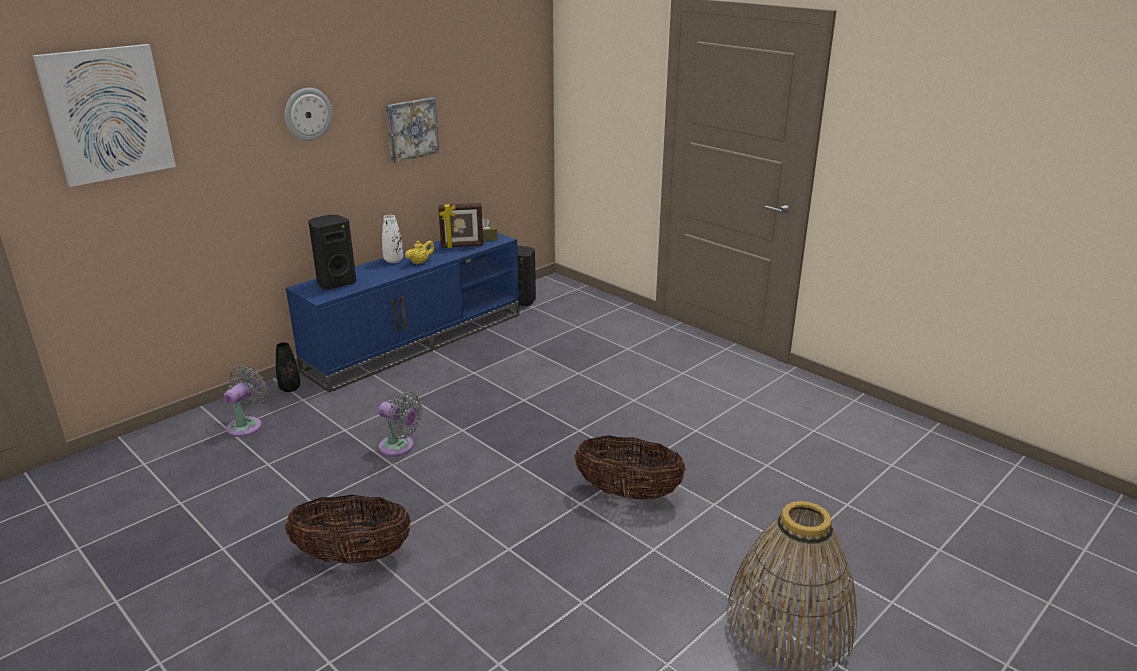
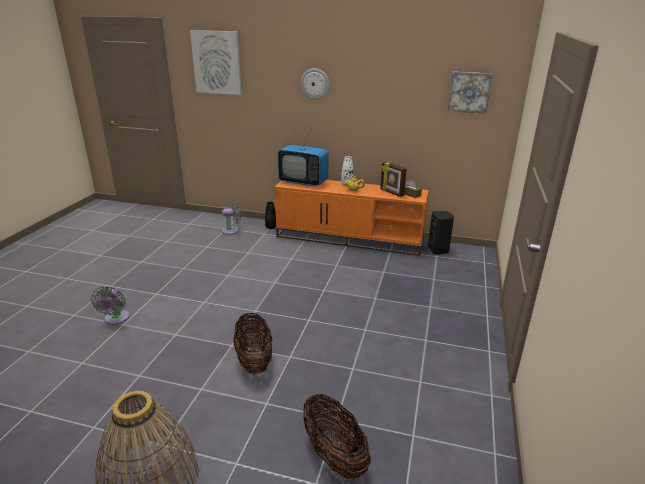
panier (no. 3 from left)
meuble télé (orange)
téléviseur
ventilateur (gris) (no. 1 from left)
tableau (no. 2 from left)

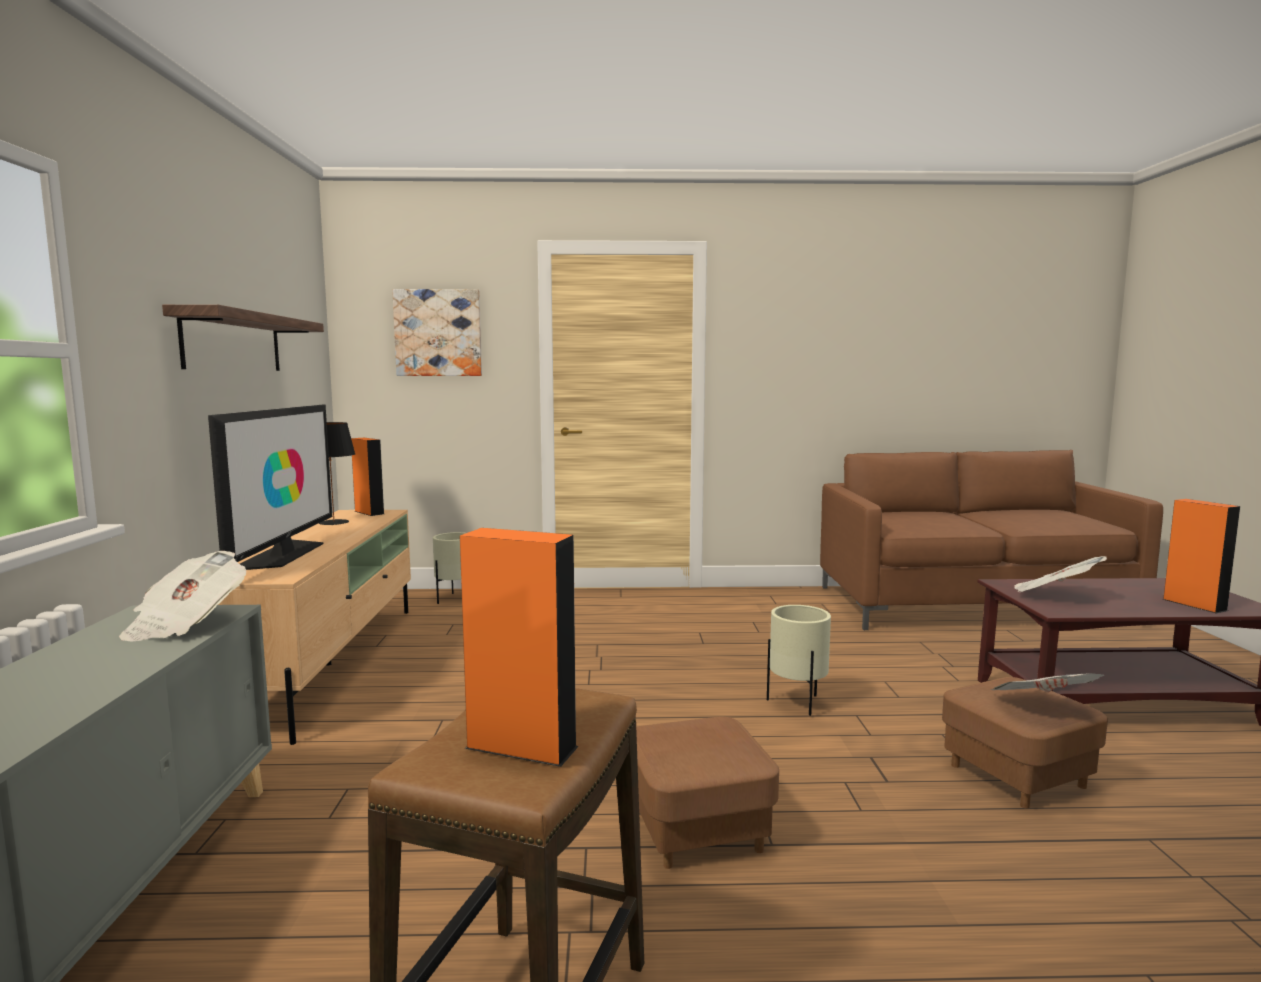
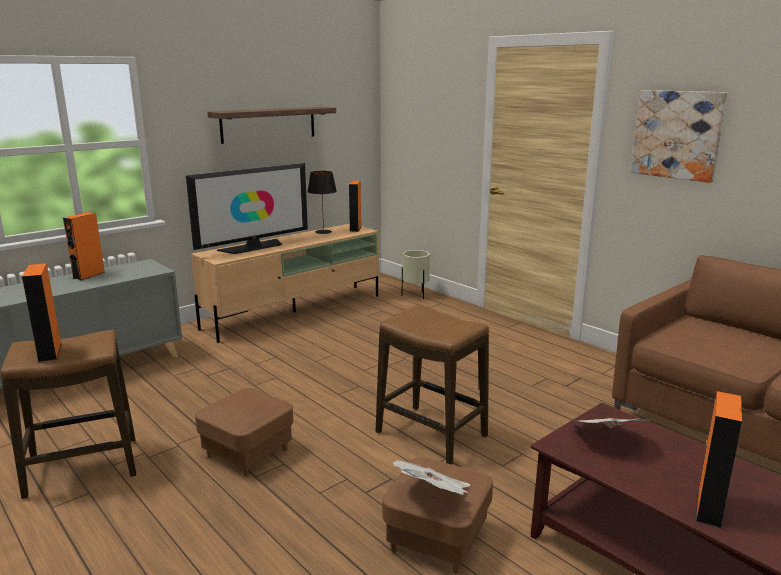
journal (no. 1 from left in the first image)
tableau
tabouret (no. 2 from left)
enceinte (orange) (no. 2 from left)

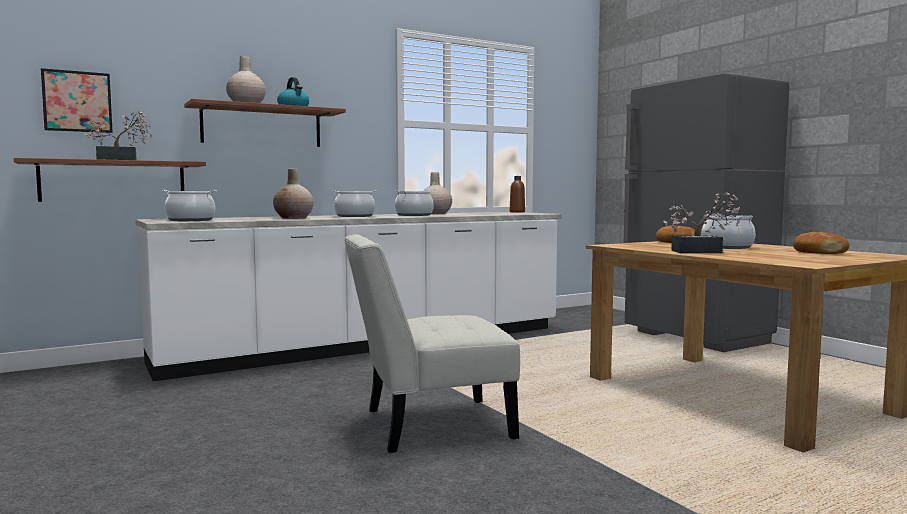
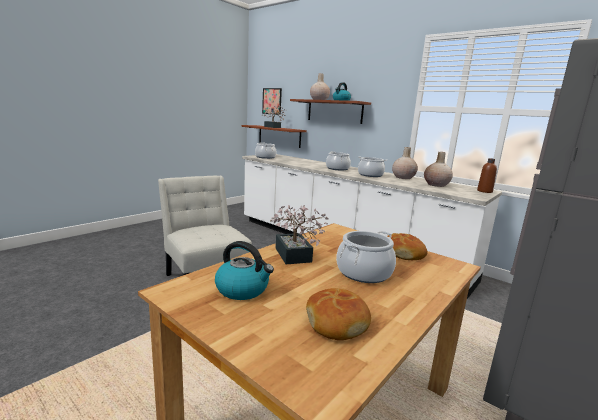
vase (beige) (no. 3 from left)
bouilloire (no. 1 from left)

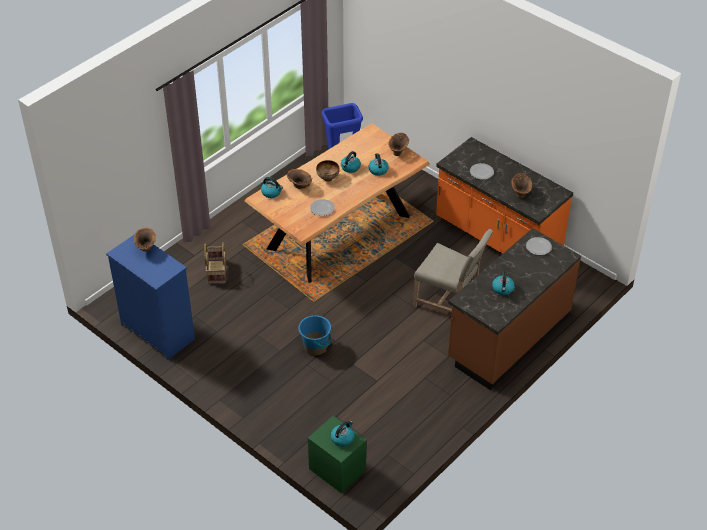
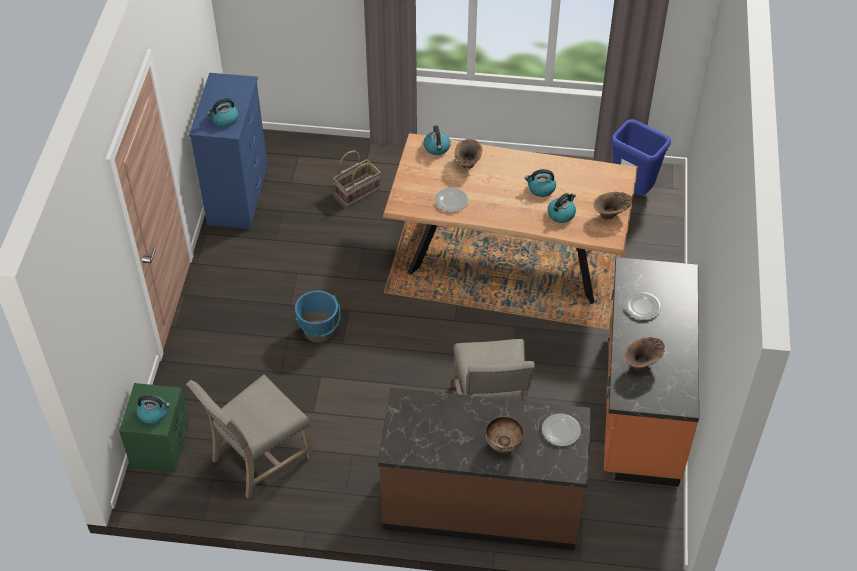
vase (marron) (no. 1 from left in the first image)
bol
bouilloire (no. 2 from left)
chaise (beige) (no. 1 from left)

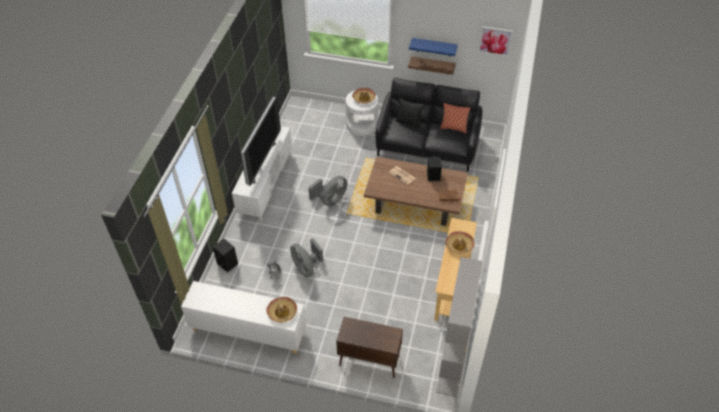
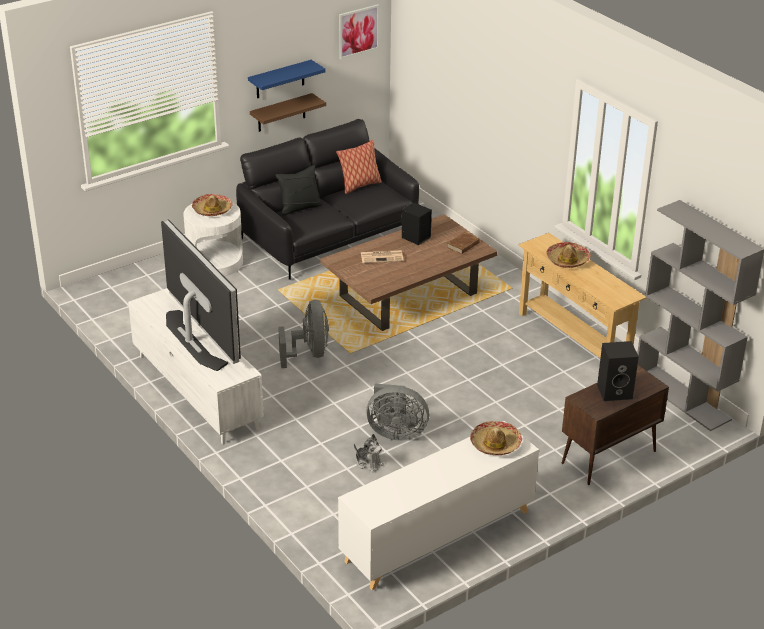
enceinte (noir) (no. 2 from left)

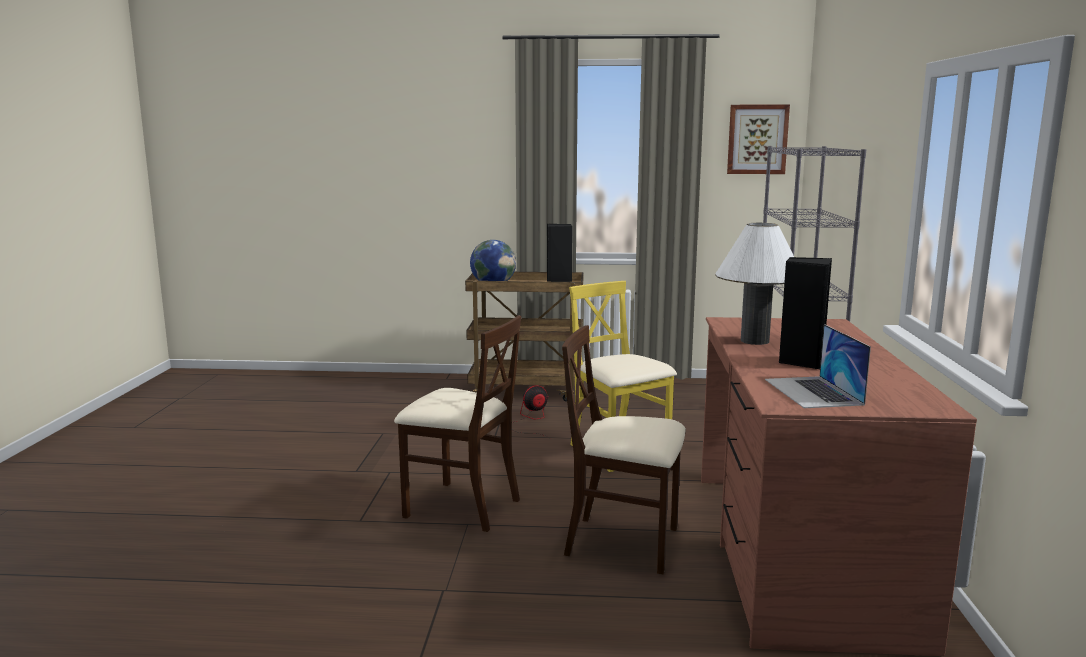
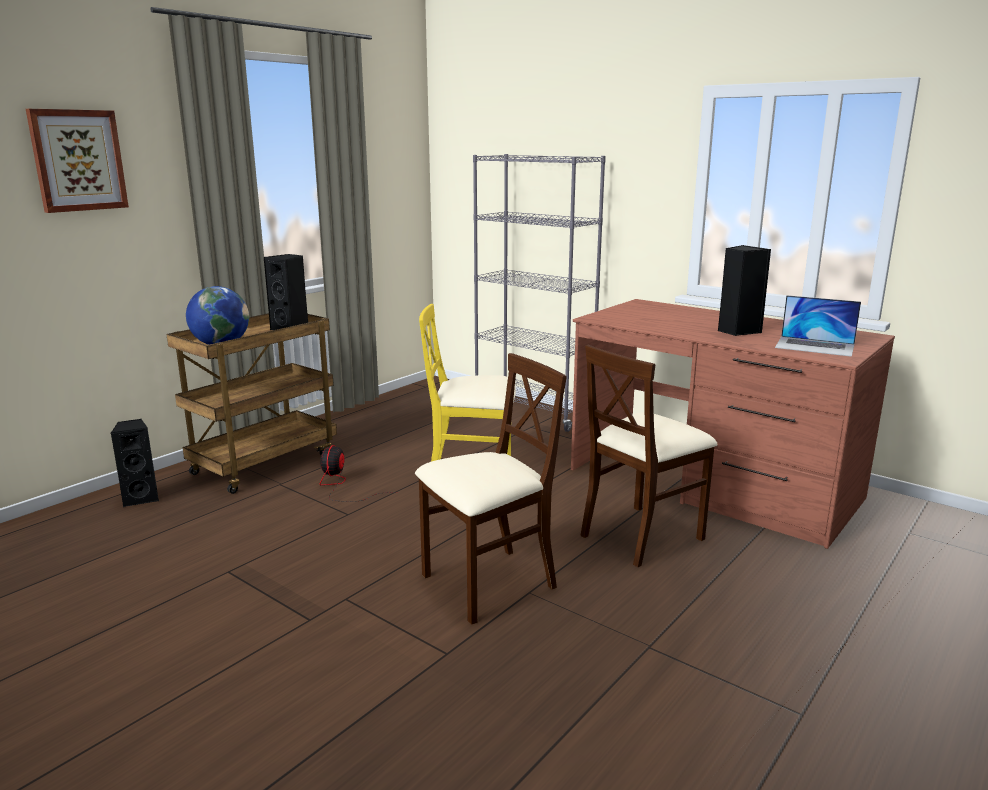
lampe de table (blanc)
tableau
enceinte (noir) (no. 1 from left)

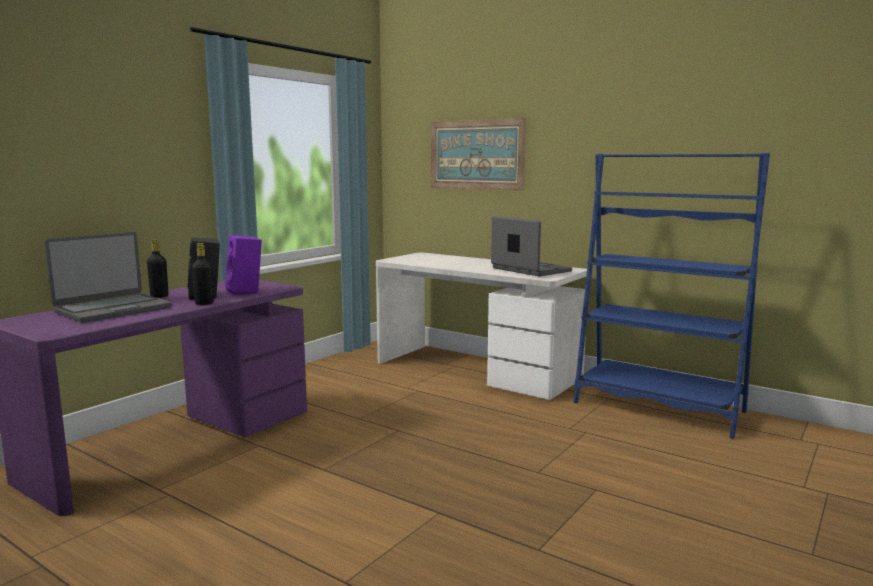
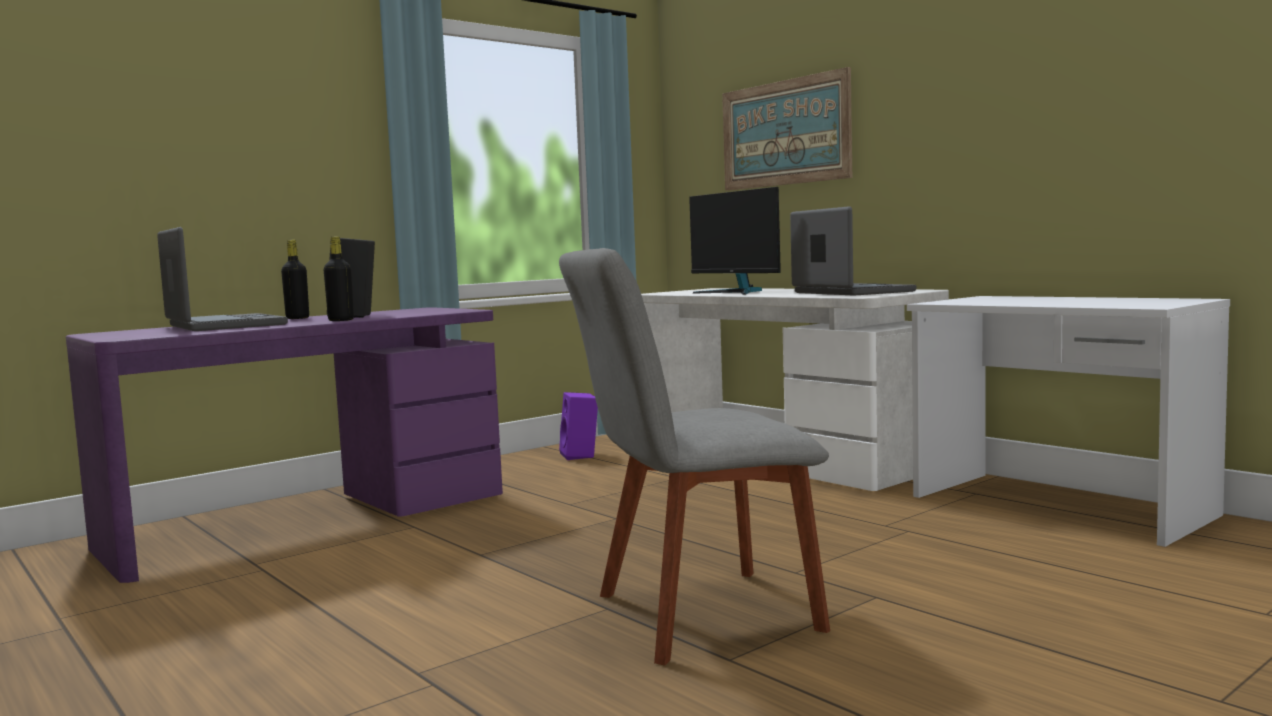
ordinateur portable (no. 1 from left)
enceinte (violet)
bureau (blanc) (no. 2 from left)
chaise (gris)
écran d'ordinateur

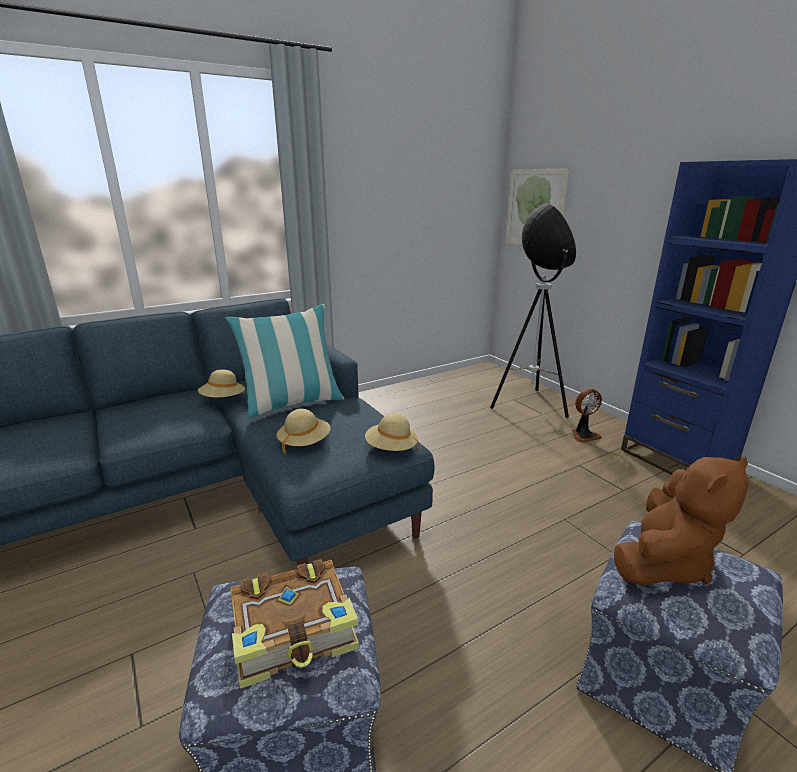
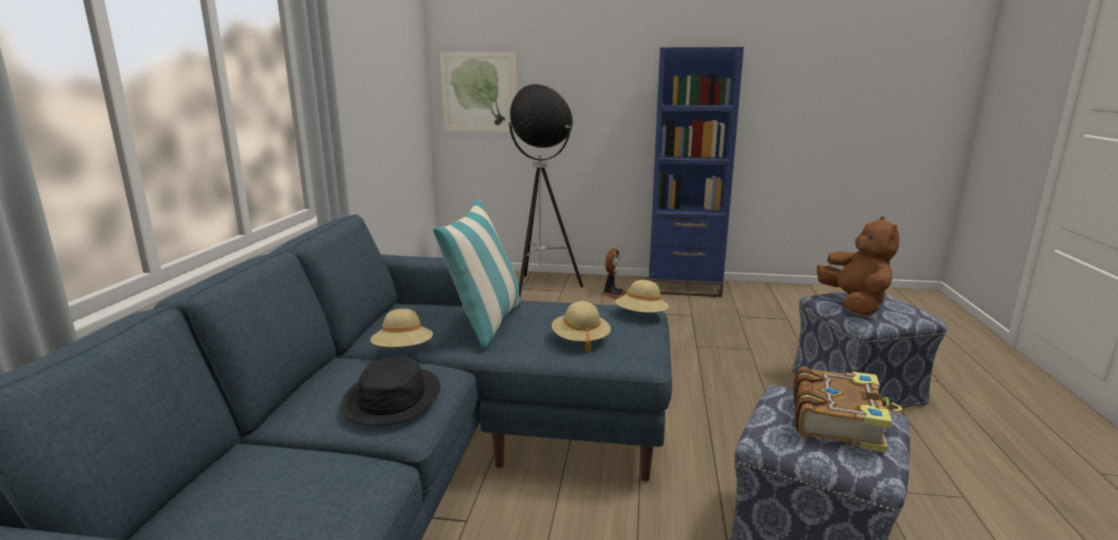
chapeau (noir)

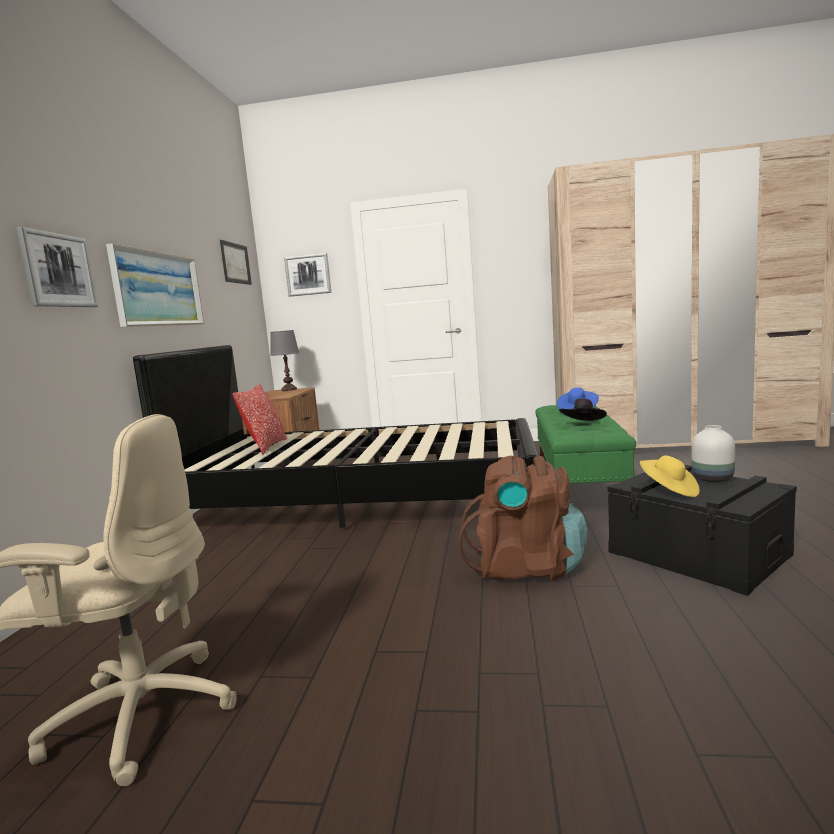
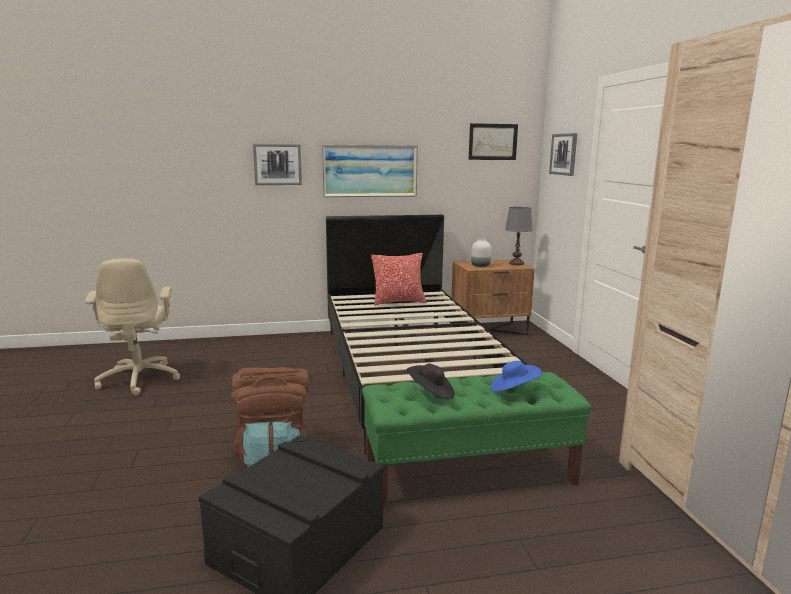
chapeau (jaune)
vase (blanc)

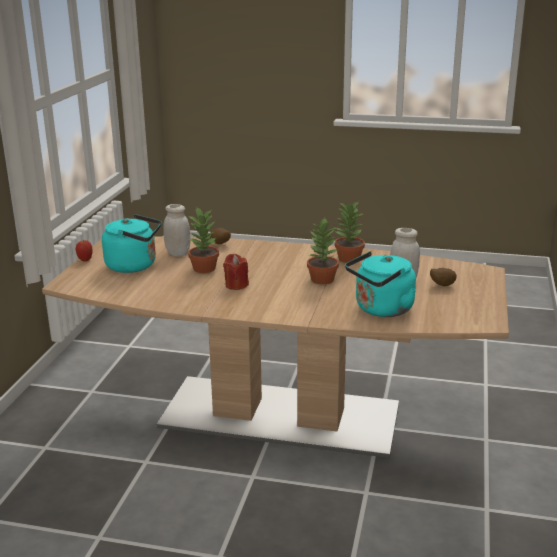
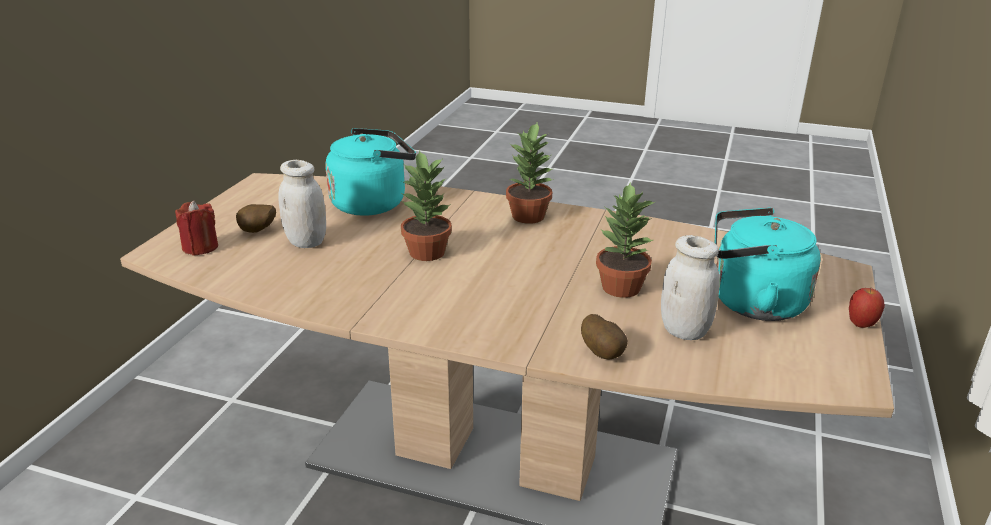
bougie (rouge)
plante en pot (no. 2 from left)

